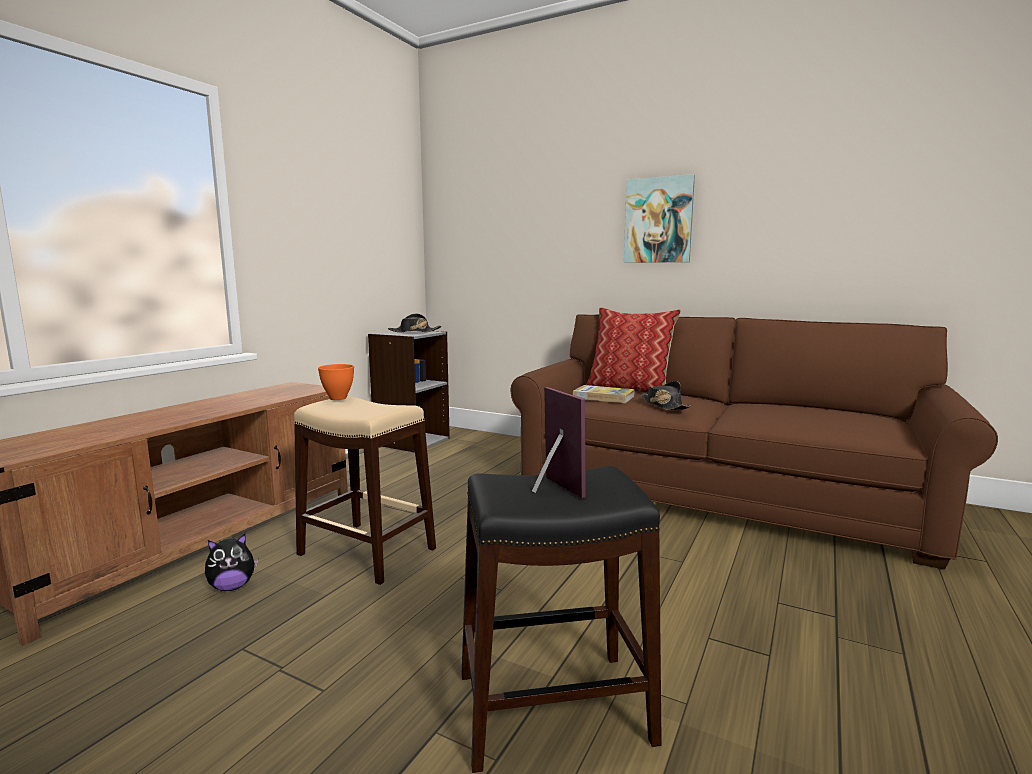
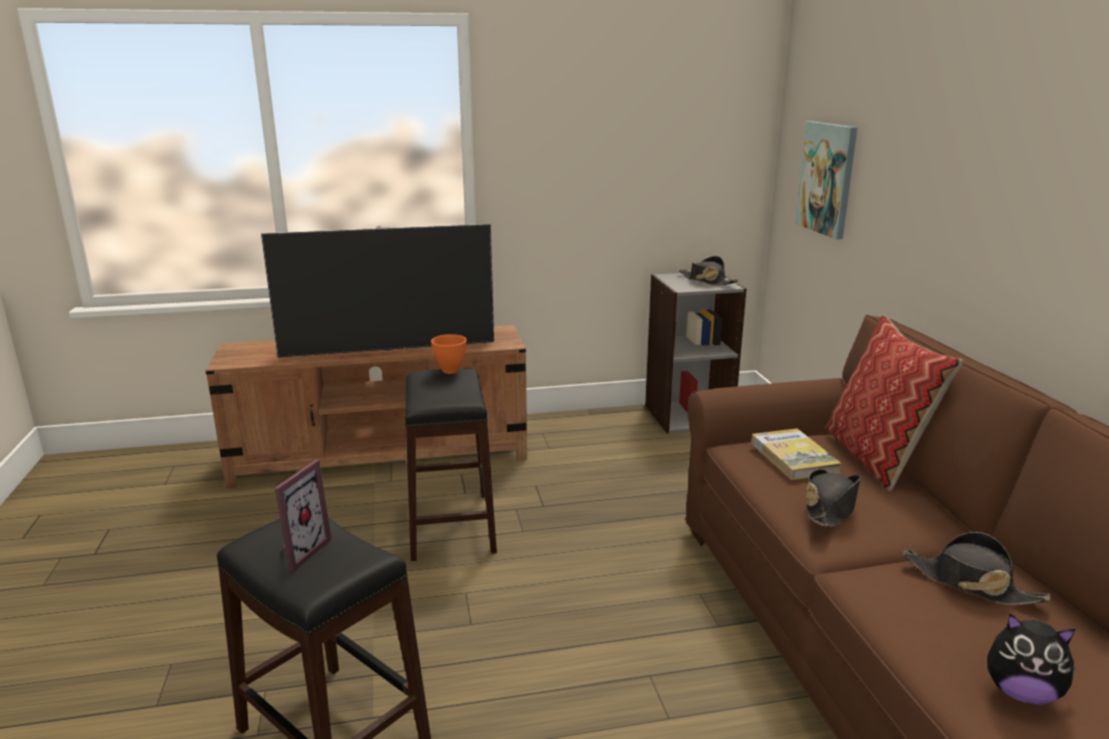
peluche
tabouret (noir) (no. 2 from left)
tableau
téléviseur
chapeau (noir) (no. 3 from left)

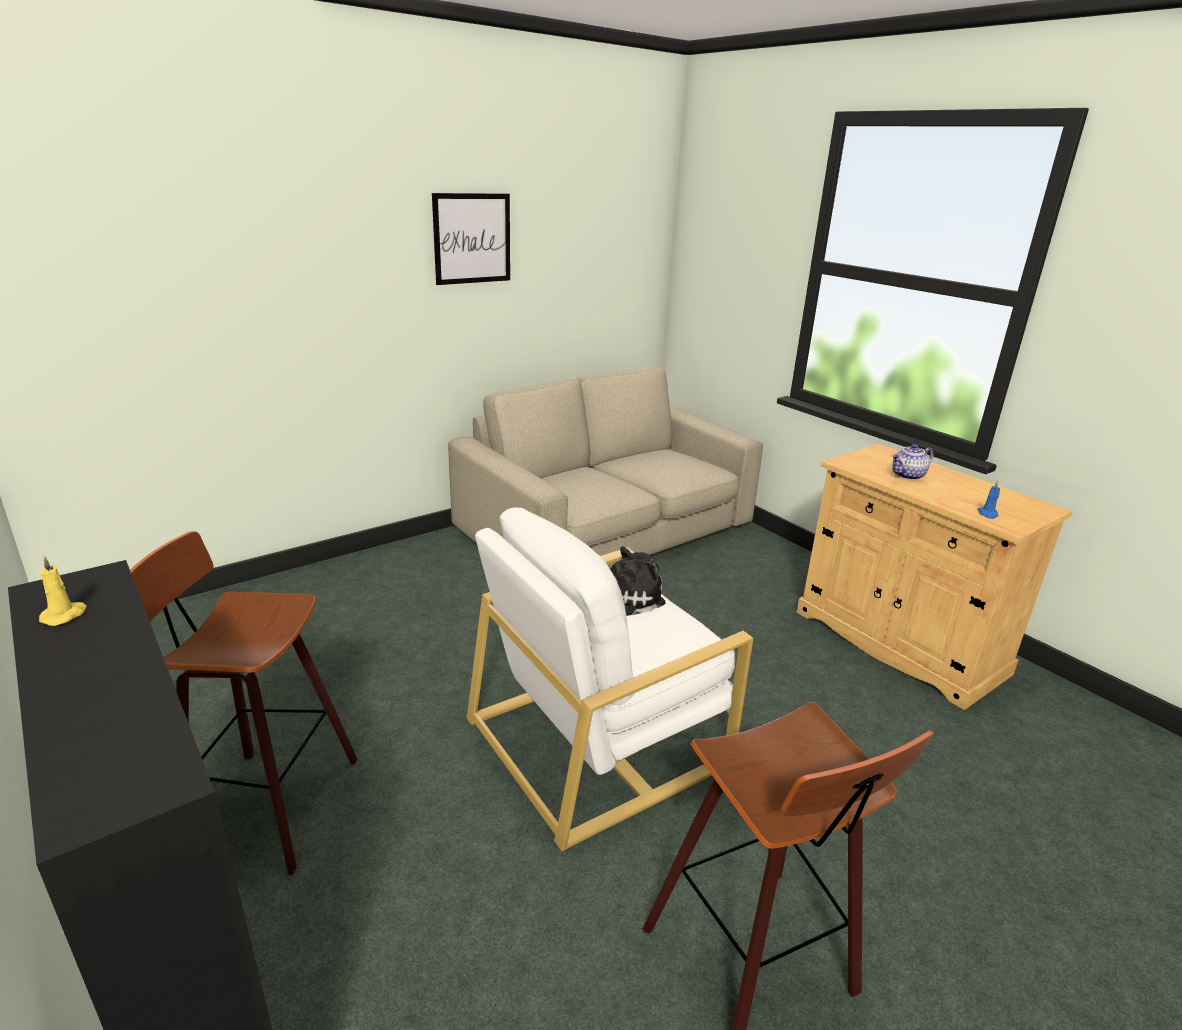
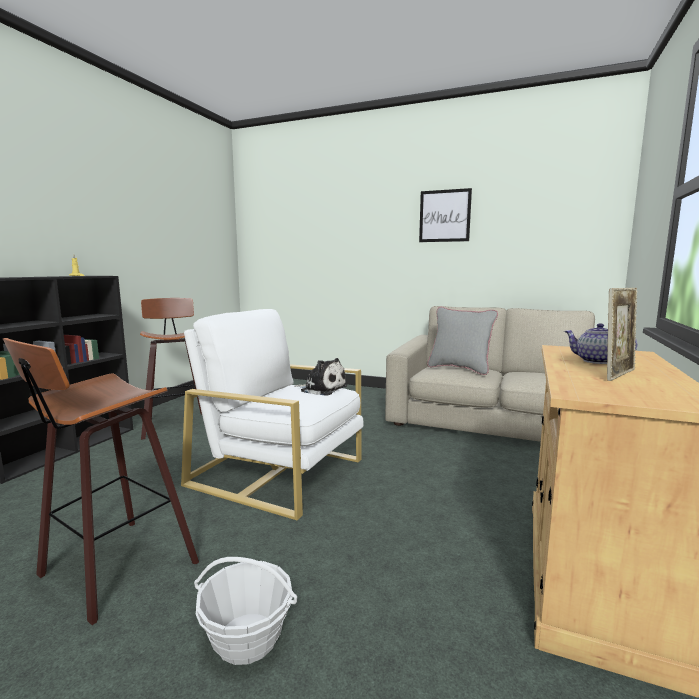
bougie (bleu)
panier
coussin (gris)
cadre photo

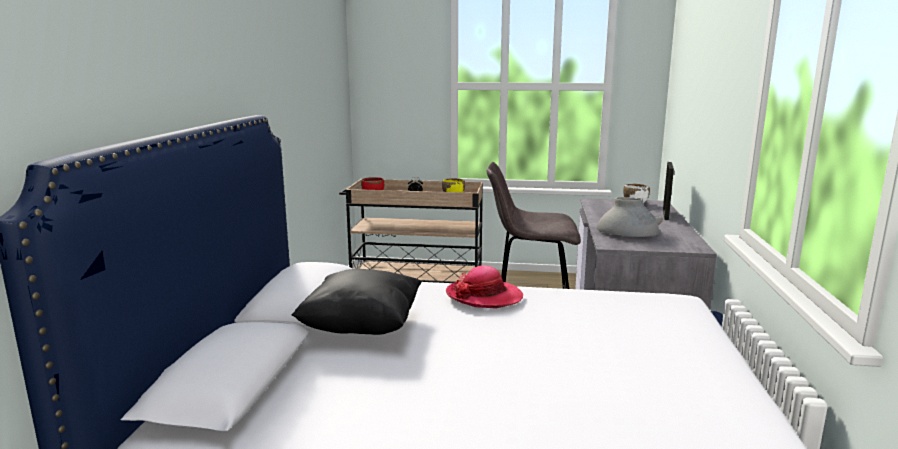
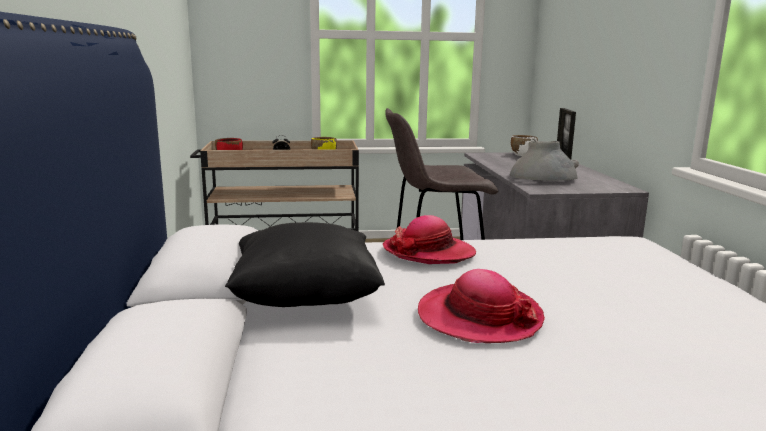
chapeau (no. 2 from left)

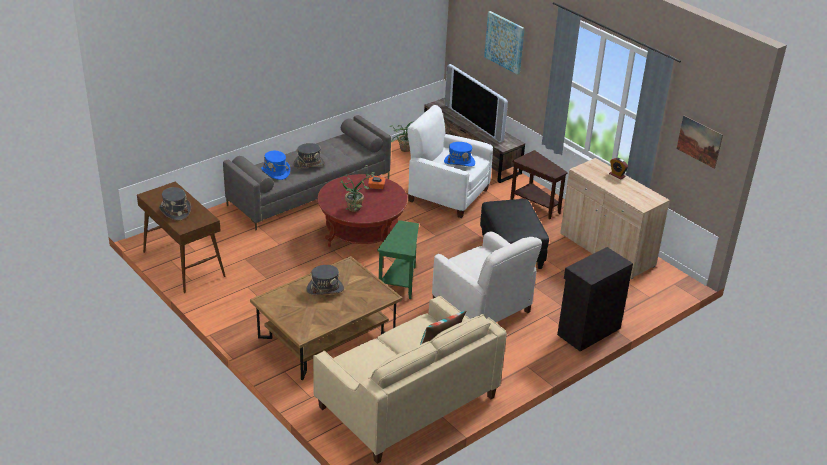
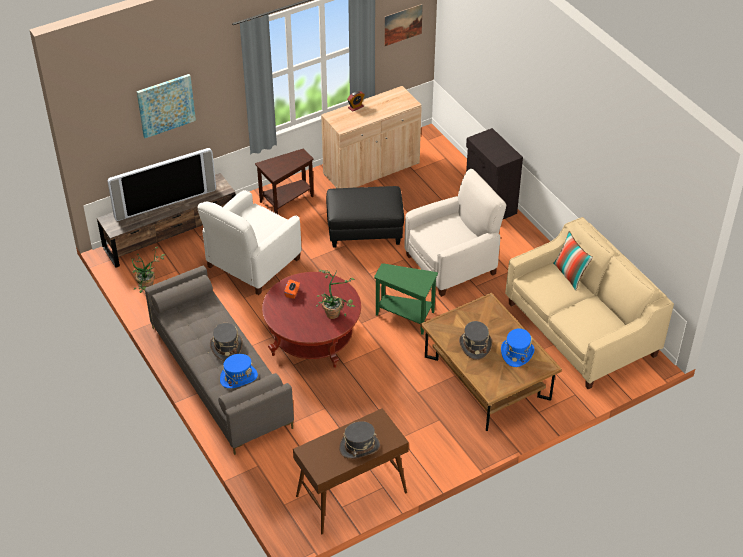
chapeau (bleu) (no. 2 from left)

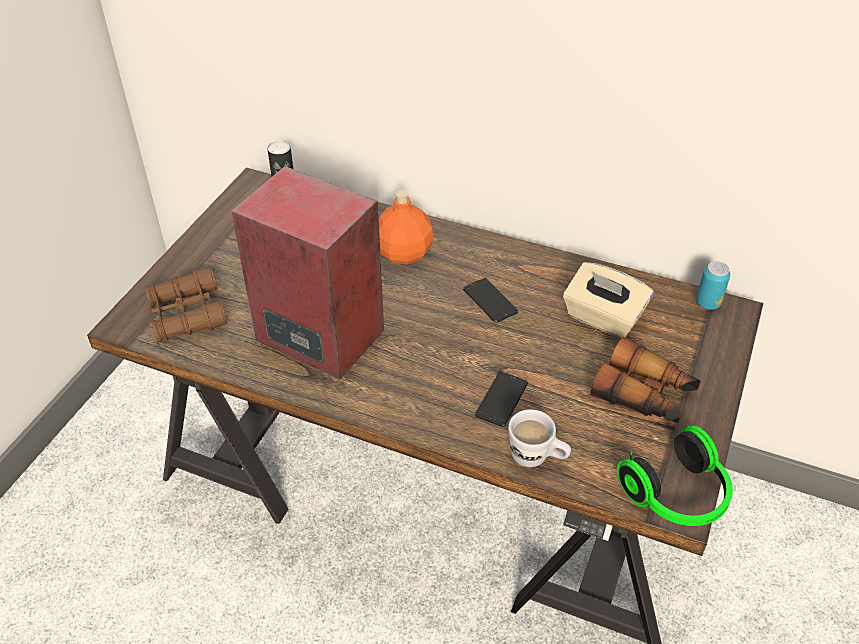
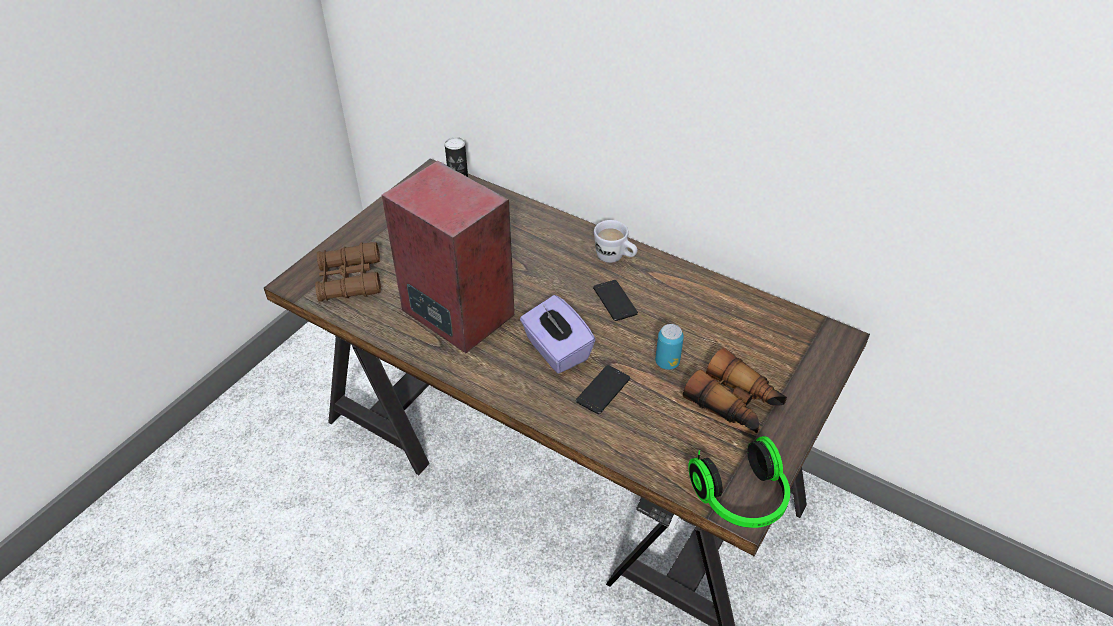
bouteille (orange)
mug (blanc)
boîte à mouchoirs (beige)
boîte métallique (no. 2 from left)
boîte à mouchoirs (violet)

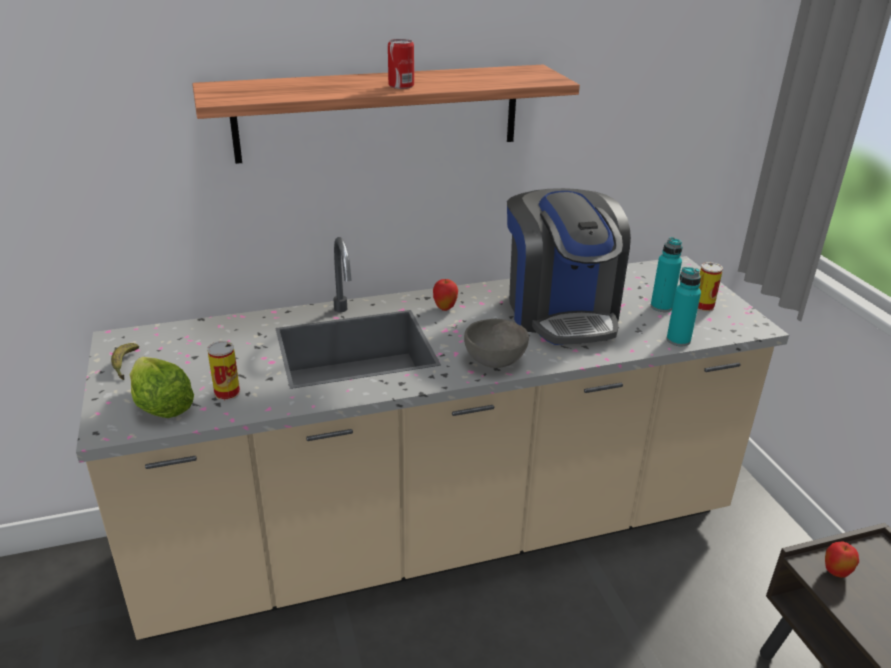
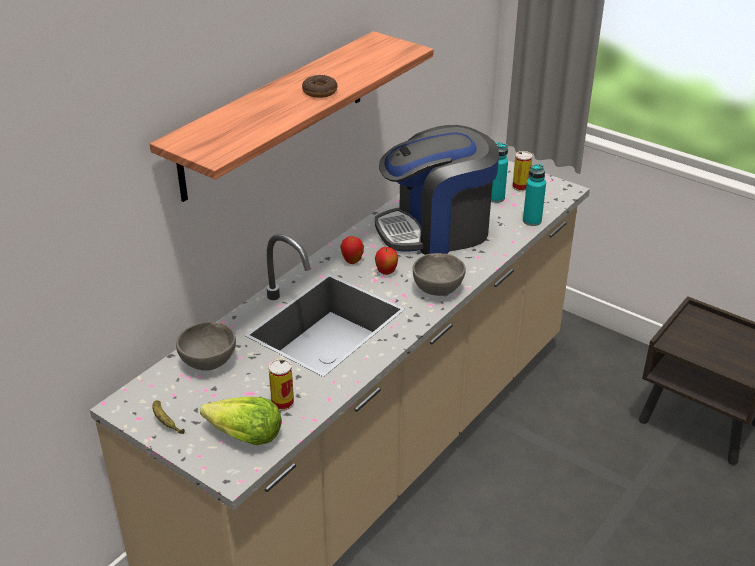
beignet
machine à café
pomme (no. 2 from left)
bol (gris) (no. 1 from left)

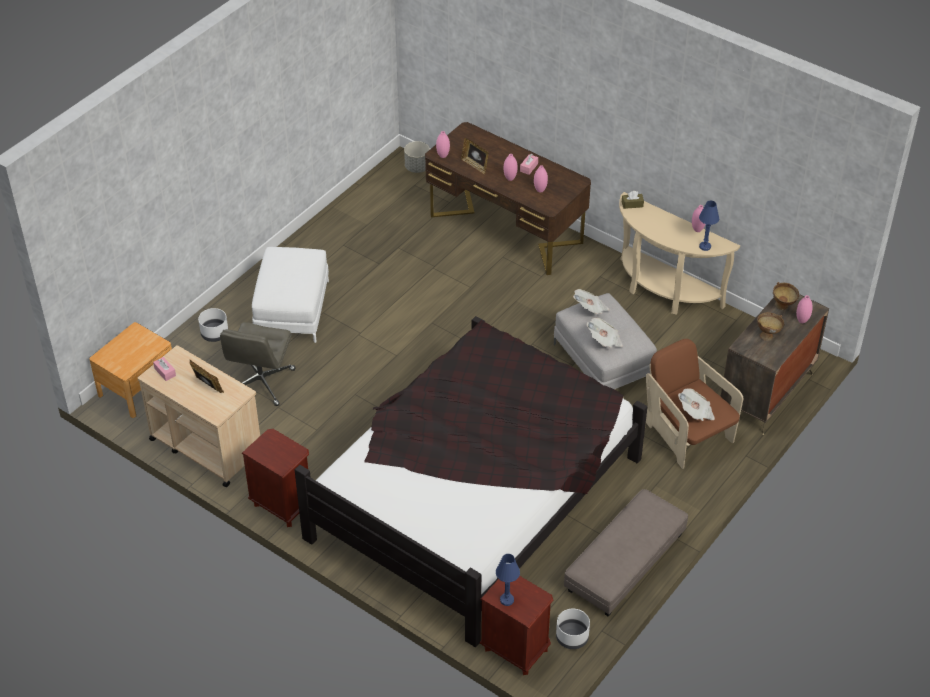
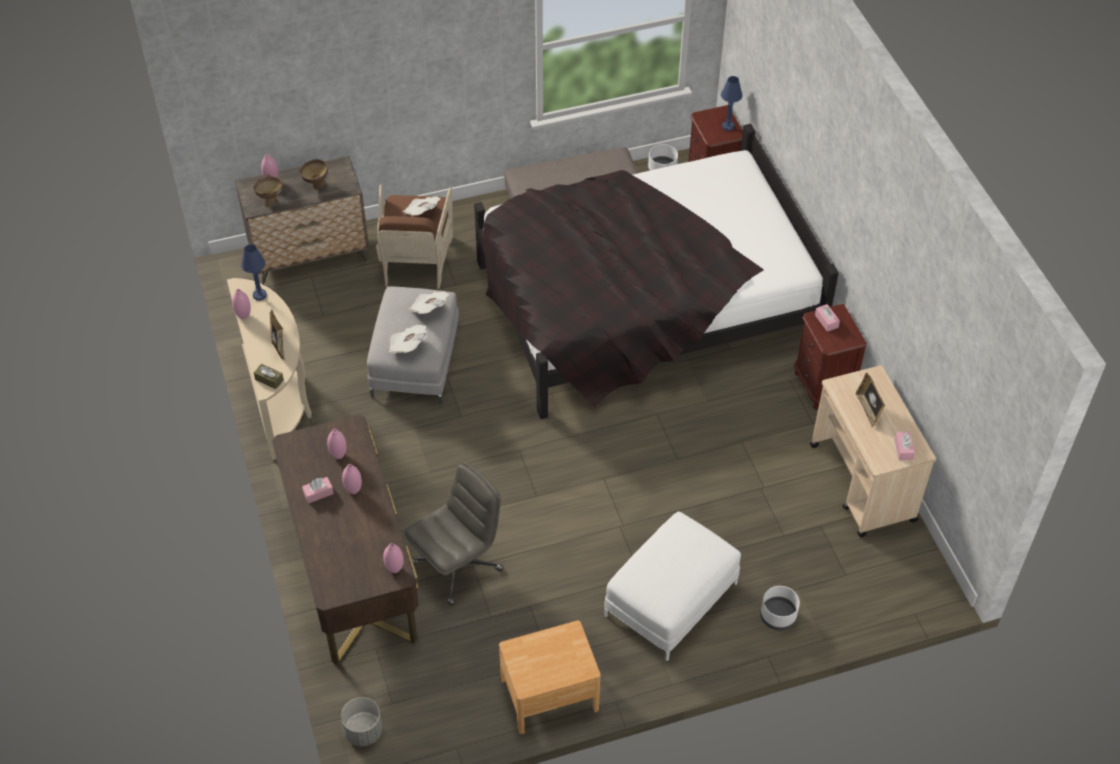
table de chevet (marron) (no. 1 from left)
chaise de bureau (gris)
cadre photo (no. 1 from left)
boîte à mouchoirs (rose) (no. 2 from left)

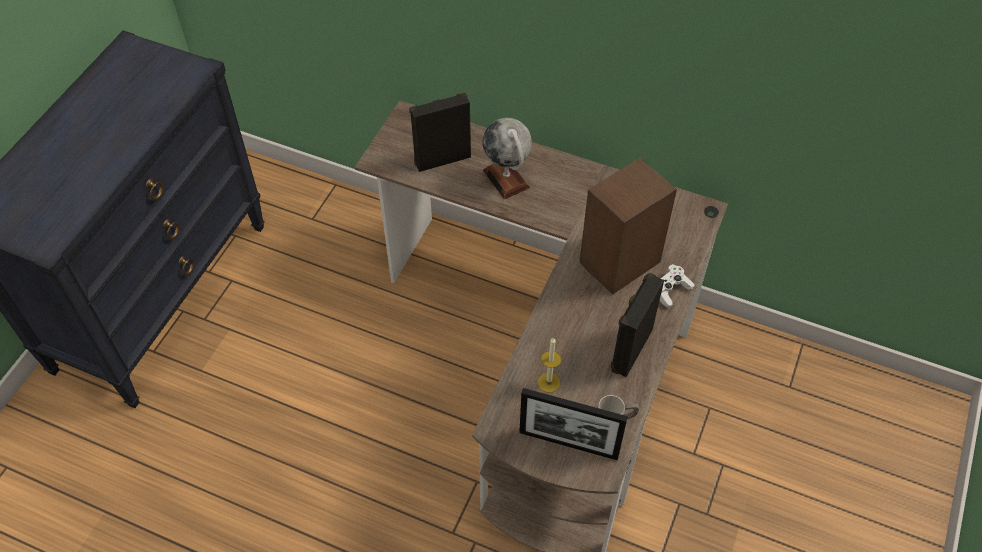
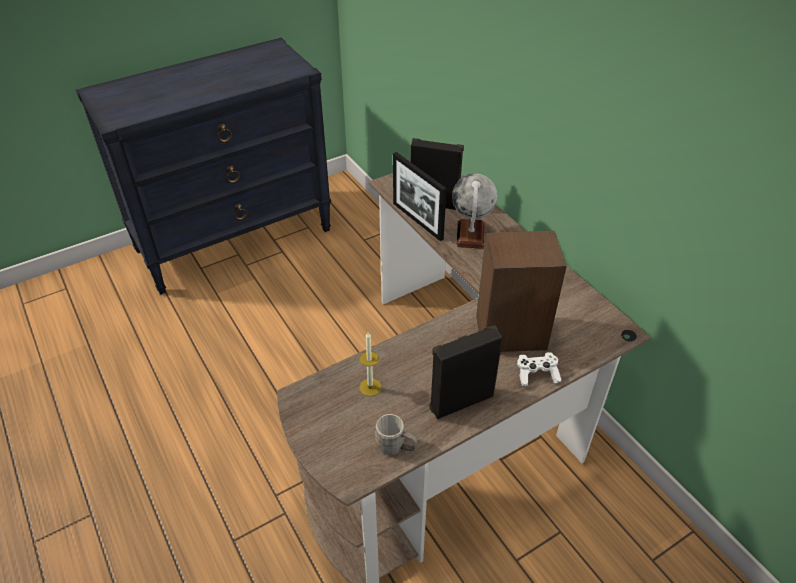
cadre photo

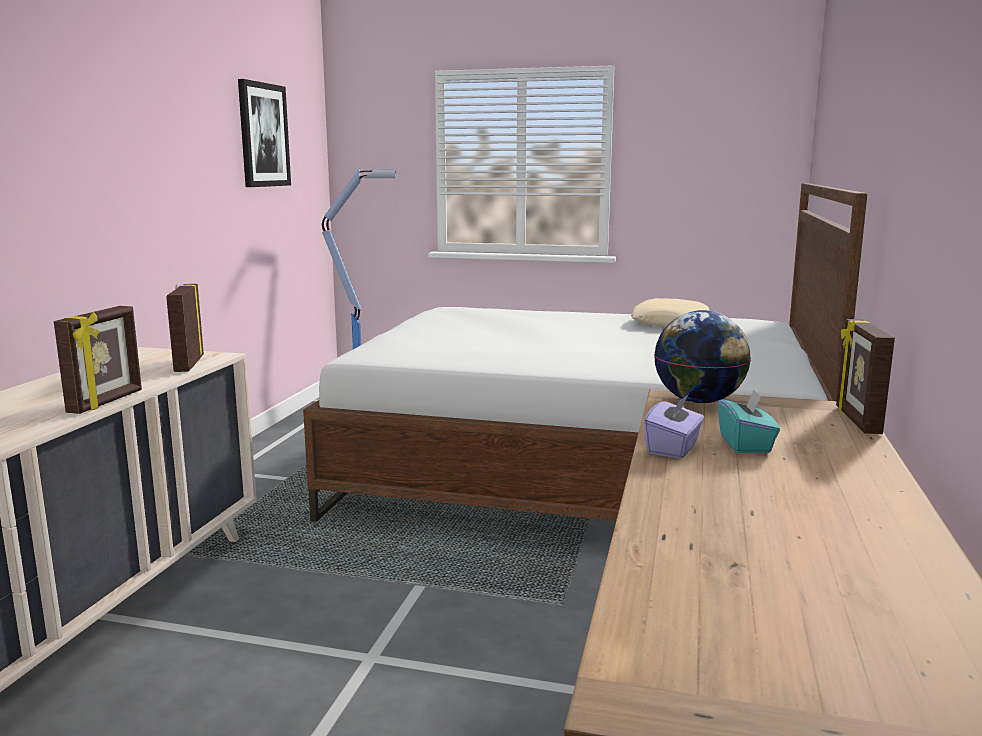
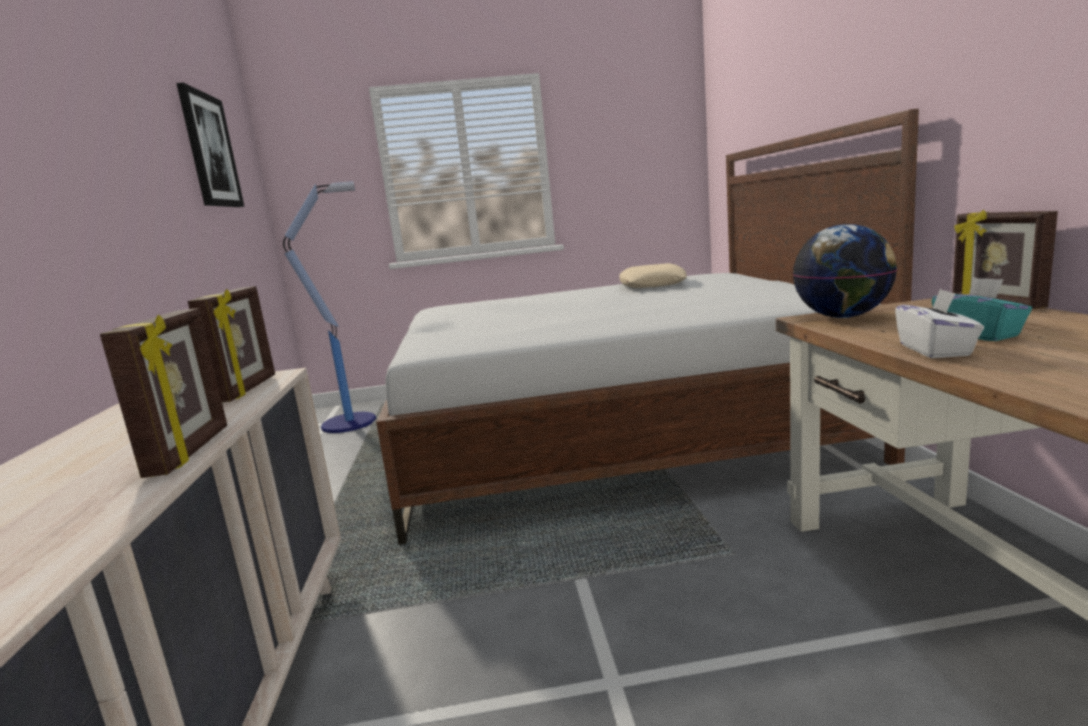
cadre photo (no. 2 from left)
boîte à mouchoirs (blanc)

